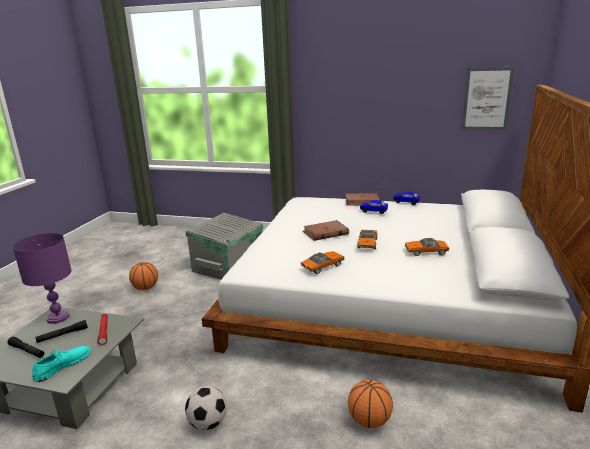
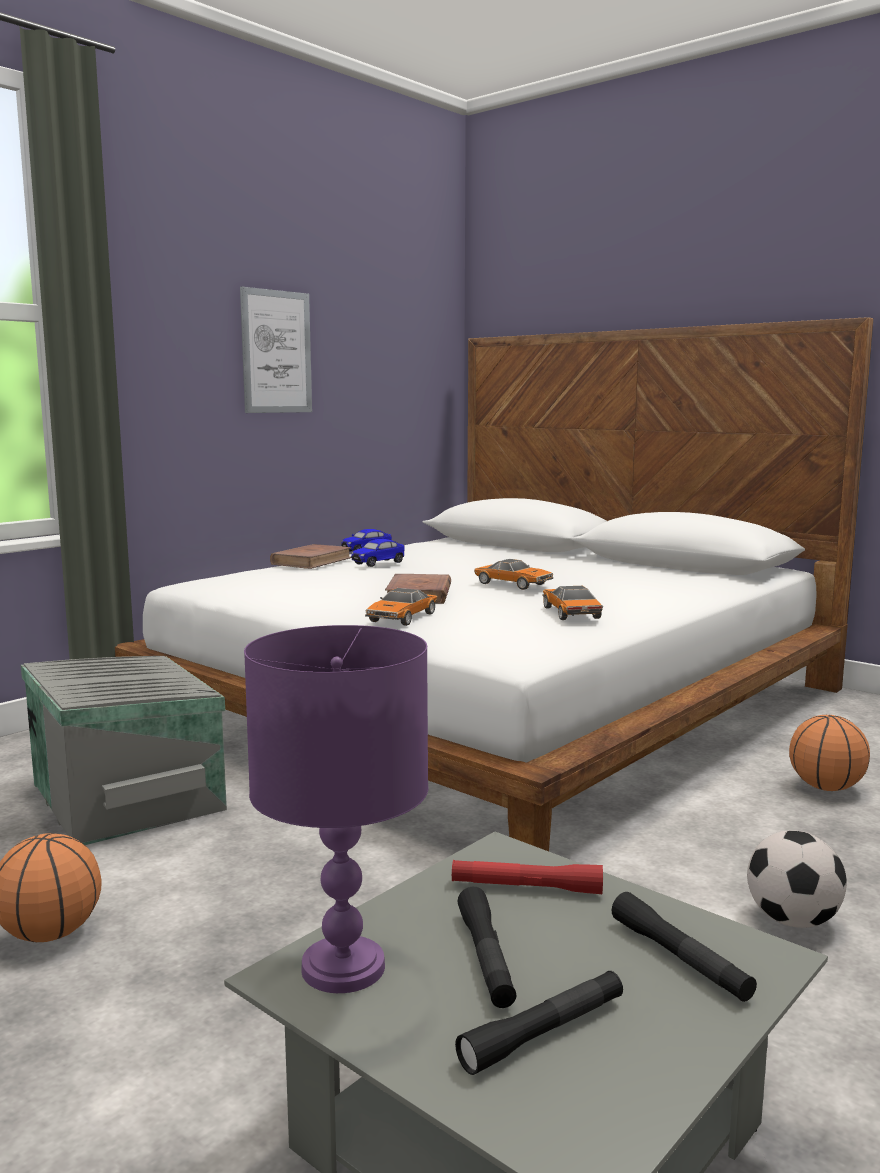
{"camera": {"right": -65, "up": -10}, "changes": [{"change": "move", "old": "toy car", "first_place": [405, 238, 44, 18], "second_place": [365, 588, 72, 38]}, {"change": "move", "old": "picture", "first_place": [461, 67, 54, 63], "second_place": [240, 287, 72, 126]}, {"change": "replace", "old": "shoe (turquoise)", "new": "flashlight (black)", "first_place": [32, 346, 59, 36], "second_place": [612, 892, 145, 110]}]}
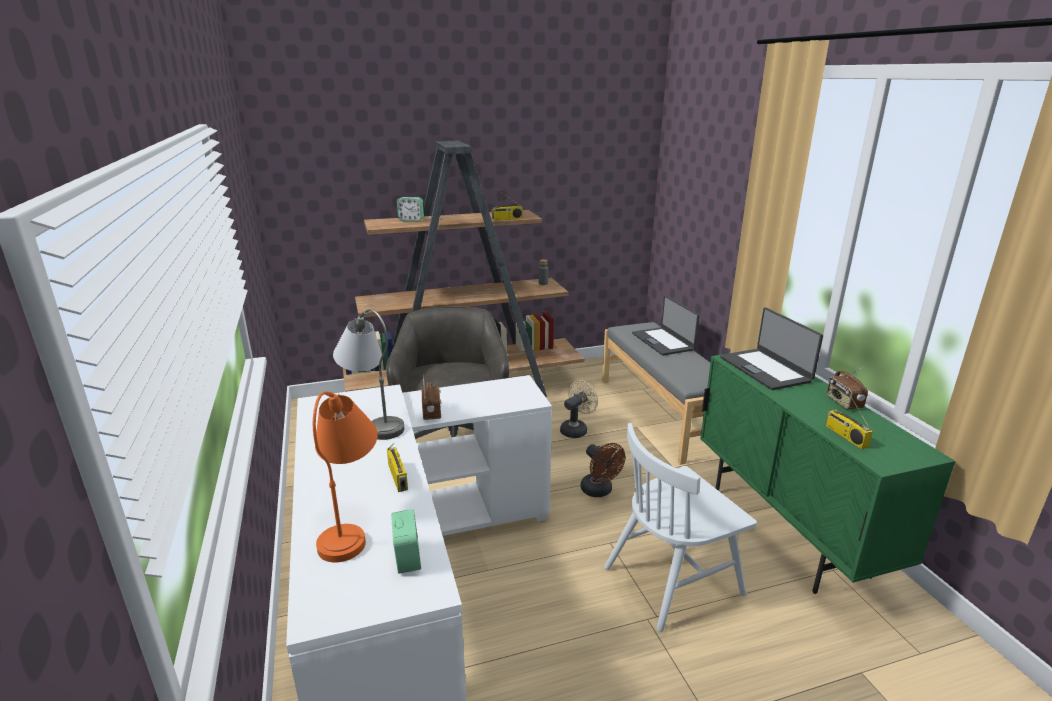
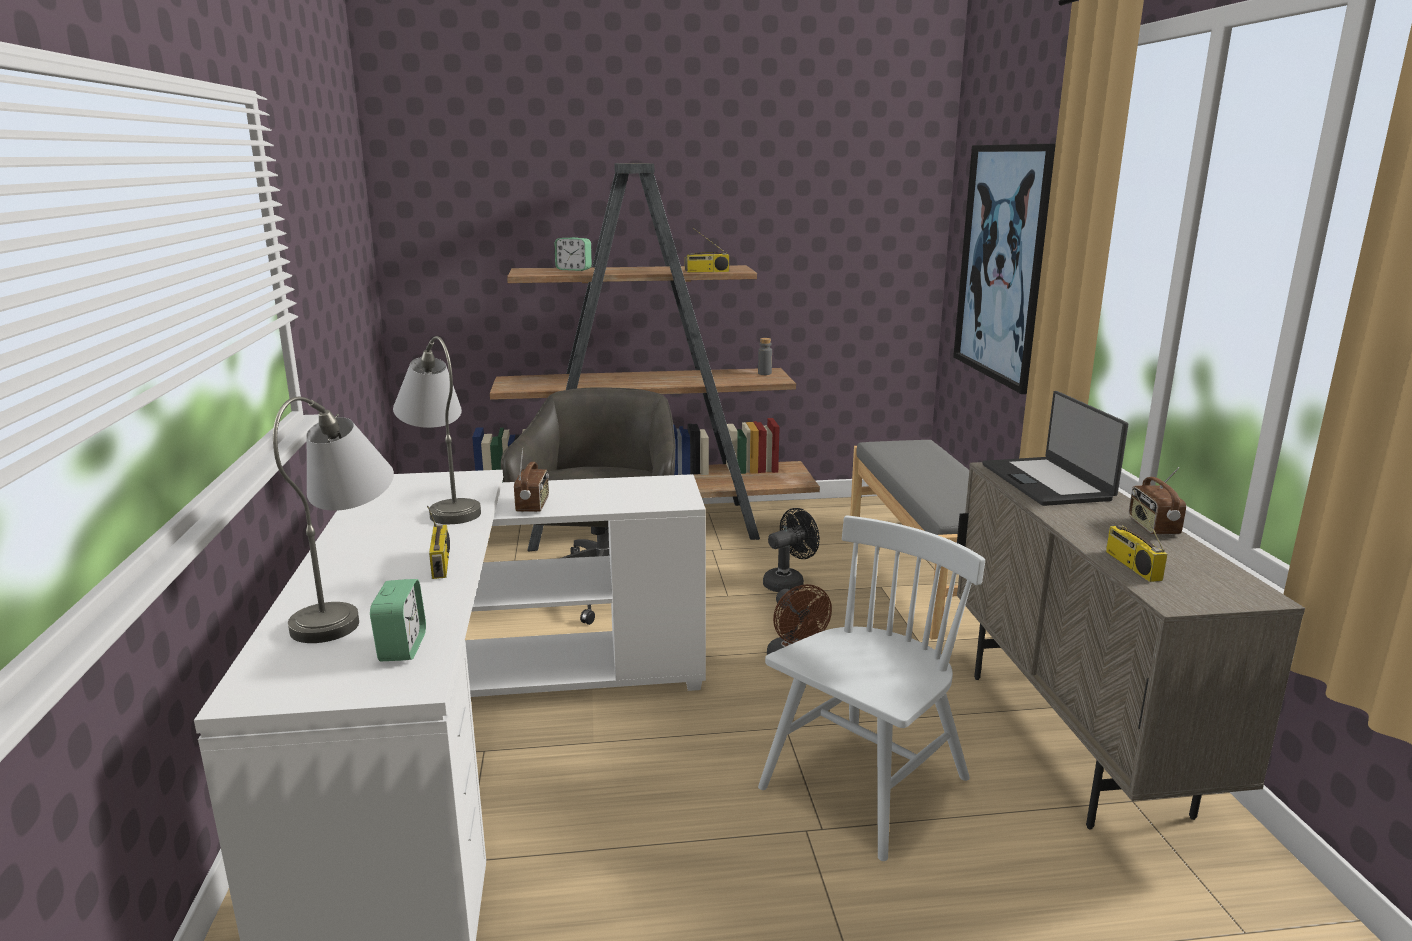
{"camera": {"right": 10, "up": -5}, "changes": [{"change": "delete", "old": "laptop", "first_place": [632, 296, 68, 60]}, {"change": "insert", "new": "picture", "second_place": [953, 144, 103, 250]}, {"change": "recolor", "old": "table lamp (orange)", "new": "table lamp (grey)", "first_place": [313, 391, 65, 171], "second_place": [273, 397, 121, 246]}, {"change": "recolor", "old": "fan (beige)", "new": "fan (black)", "first_place": [560, 380, 38, 58], "second_place": [763, 508, 57, 84]}, {"change": "recolor", "old": "cabinet (green)", "new": "cabinet (beige)", "first_place": [700, 354, 256, 240], "second_place": [957, 462, 348, 368]}, {"change": "rotate", "old": "chair (white)", "first_place": [604, 423, 153, 209], "second_place": [758, 516, 227, 345], "degrees": 150}]}
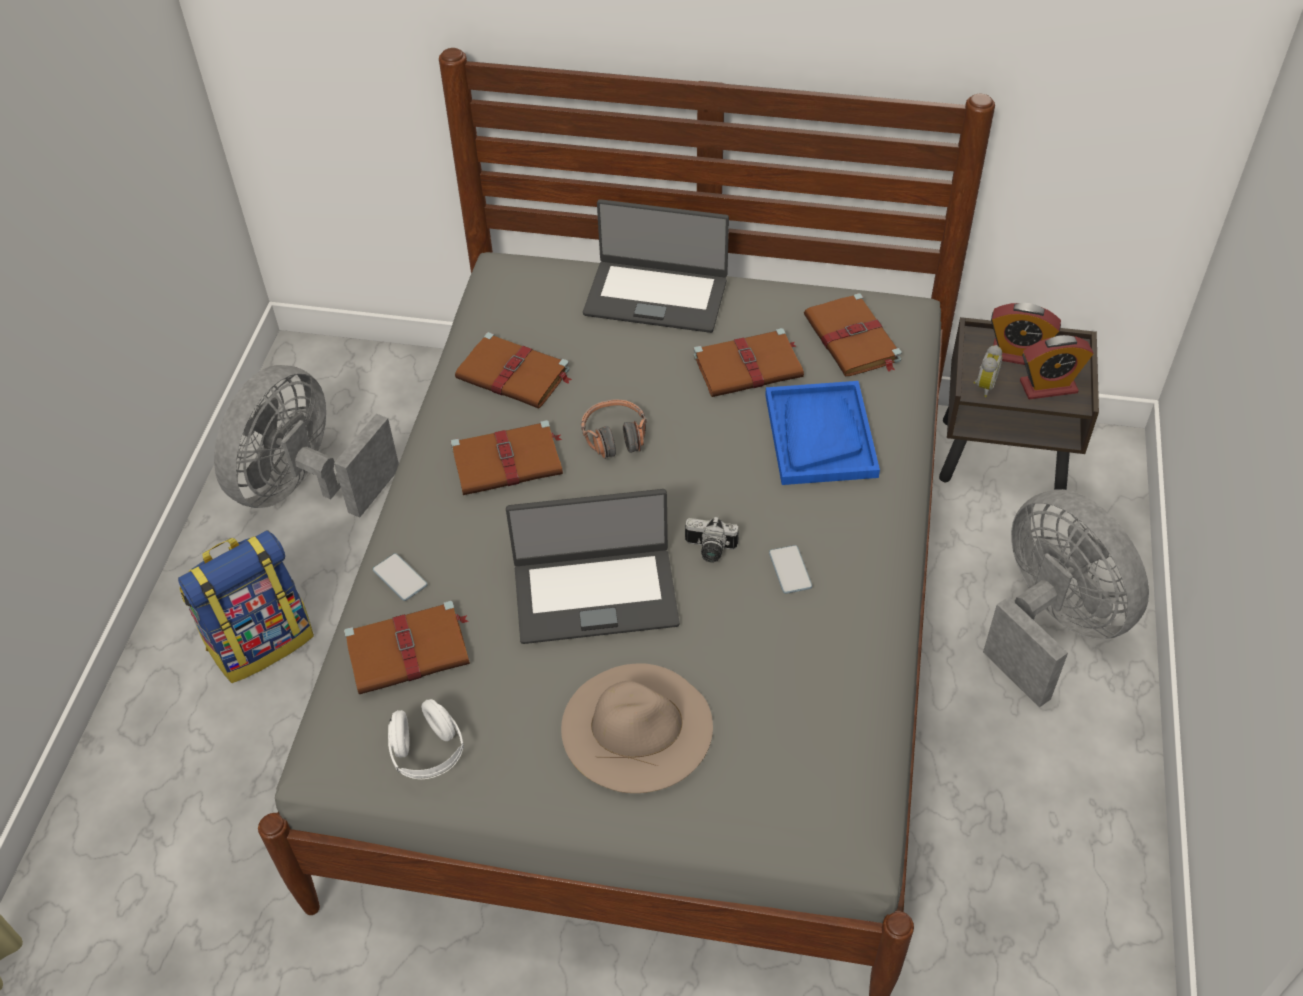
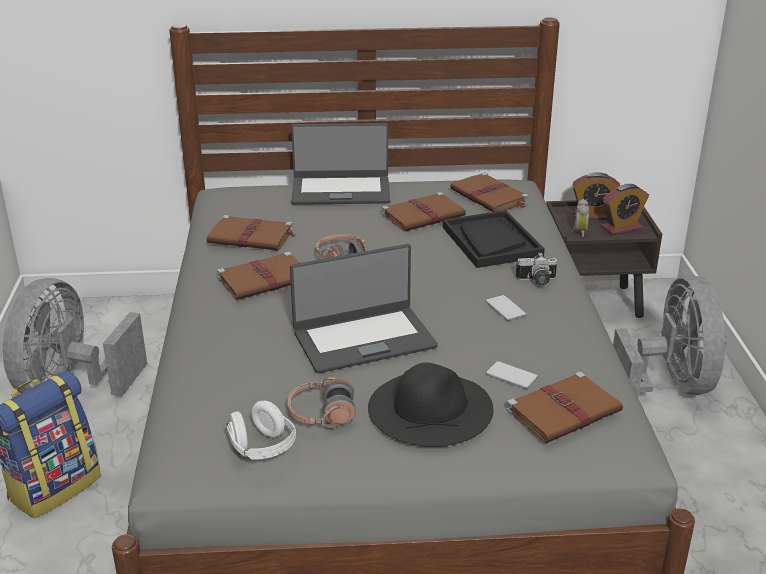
{"camera": {"right": -15, "up": -20}, "changes": [{"change": "insert", "new": "headphones", "second_place": [288, 377, 68, 51]}, {"change": "move", "old": "book (brown)", "first_place": [344, 601, 126, 93], "second_place": [506, 372, 117, 71]}, {"change": "move", "old": "phone", "first_place": [373, 553, 55, 48], "second_place": [486, 361, 52, 28]}, {"change": "move", "old": "photo camera", "first_place": [685, 516, 54, 47], "second_place": [516, 252, 41, 34]}, {"change": "recolor", "old": "hat (beige)", "new": "hat (black)", "first_place": [561, 663, 152, 130], "second_place": [368, 363, 126, 84]}, {"change": "recolor", "old": "tray (blue)", "new": "tray (black)", "first_place": [765, 381, 115, 104], "second_place": [443, 210, 102, 58]}, {"change": "rotate", "old": "fan (grey)", "first_place": [983, 489, 166, 219], "second_place": [613, 275, 114, 122], "degrees": 45}]}
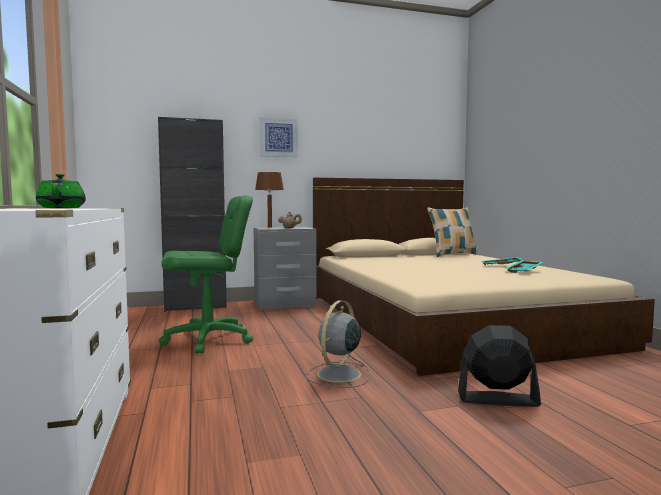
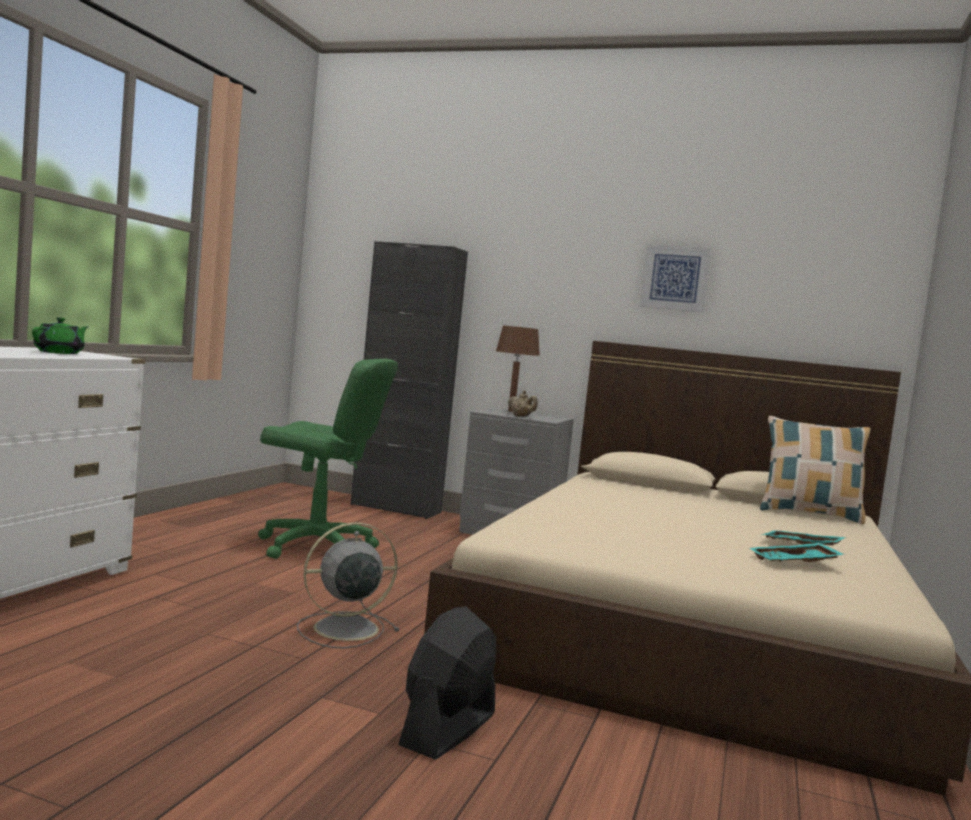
{"camera": {"right": 35, "up": 0}, "changes": [{"change": "move", "old": "picture", "first_place": [260, 117, 38, 40], "second_place": [640, 244, 71, 68]}, {"change": "rotate", "old": "fan (black)", "first_place": [458, 325, 83, 82], "second_place": [398, 606, 98, 153], "degrees": -105}]}
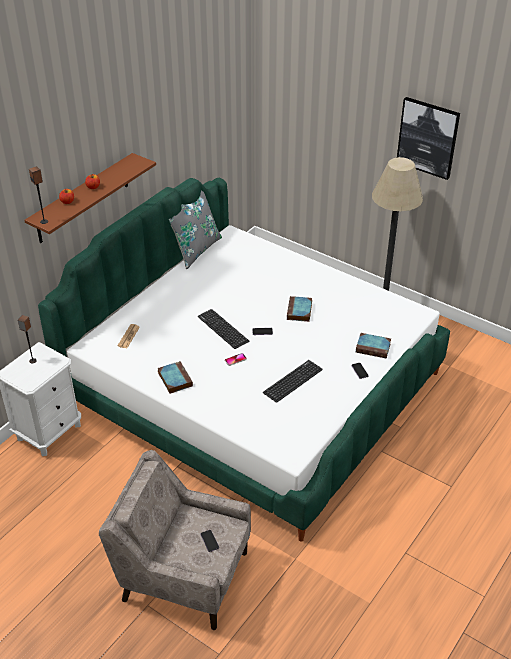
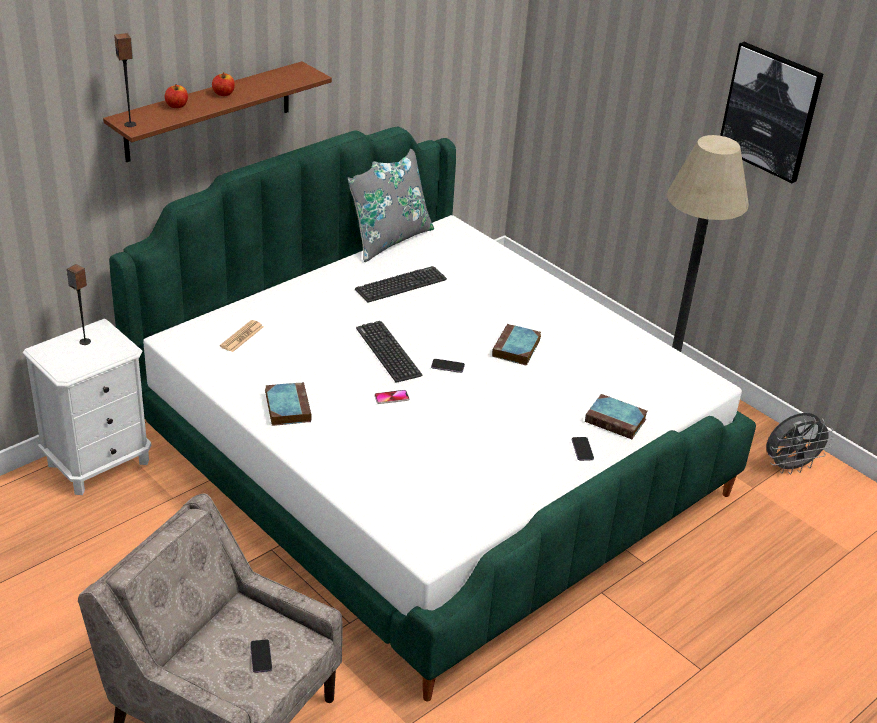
{"camera": {"right": 10, "up": -5}, "changes": [{"change": "insert", "new": "fan (grey)", "second_place": [766, 413, 68, 62]}, {"change": "move", "old": "keyboard", "first_place": [263, 360, 60, 43], "second_place": [355, 266, 92, 37]}]}
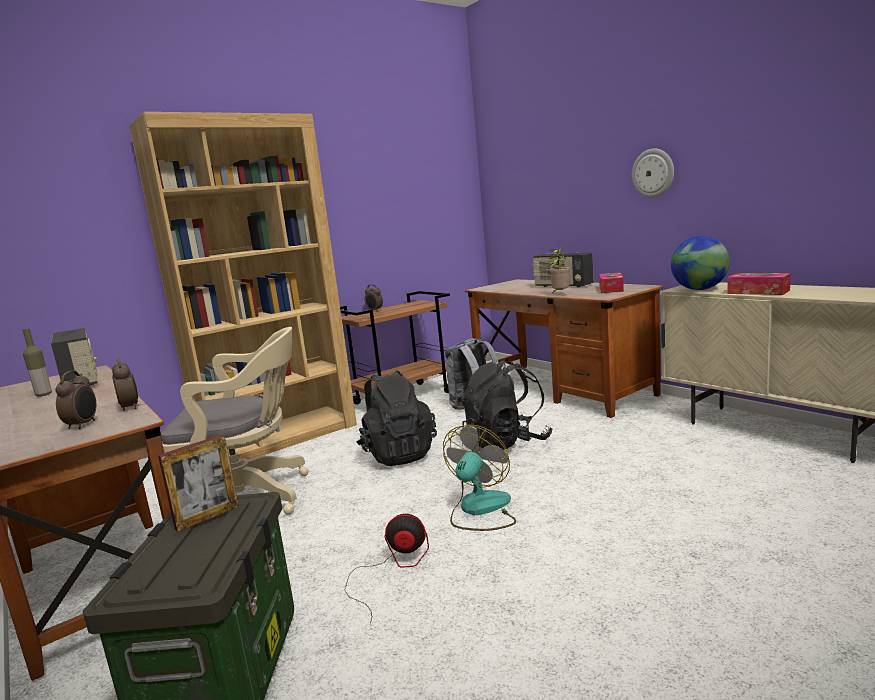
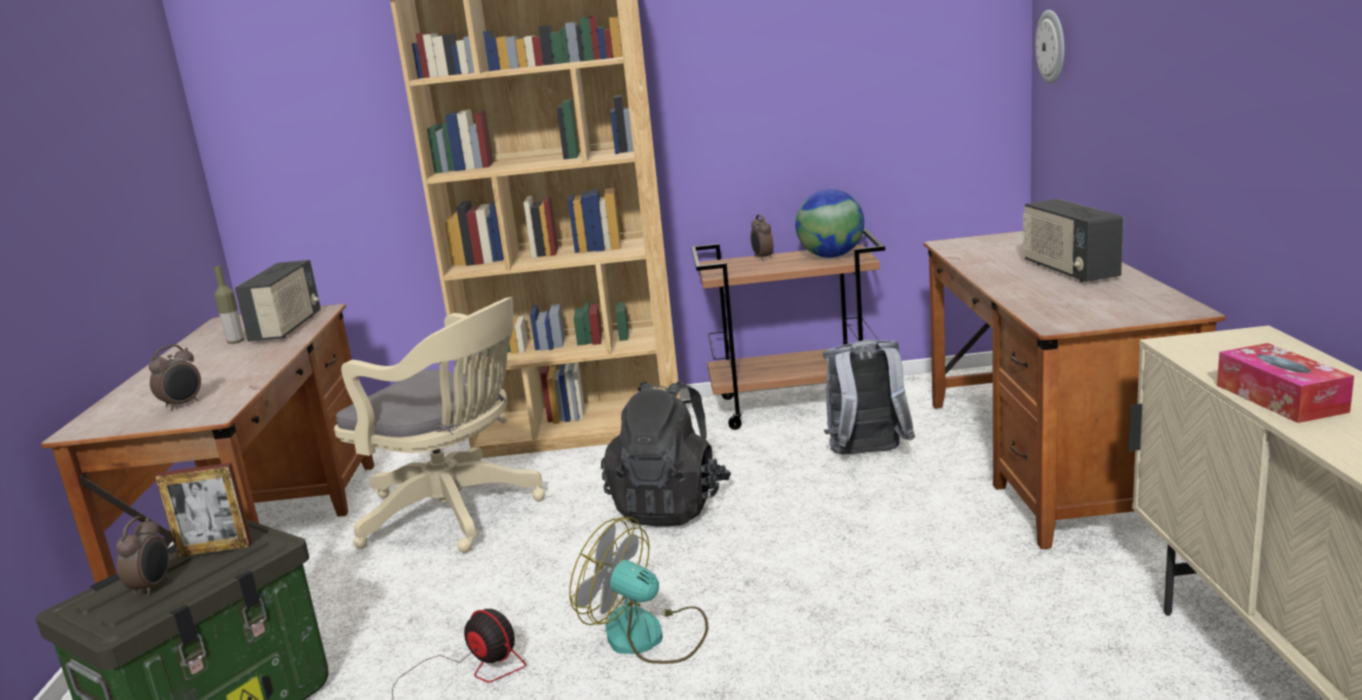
{"camera": {"right": 35, "up": 5}, "changes": [{"change": "delete", "old": "backpack (black)", "first_place": [461, 359, 91, 91]}, {"change": "delete", "old": "potted plant", "first_place": [549, 248, 21, 44]}, {"change": "delete", "old": "tissue box", "first_place": [599, 273, 25, 20]}, {"change": "move", "old": "alarm clock", "first_place": [112, 357, 26, 54], "second_place": [116, 516, 53, 80]}, {"change": "move", "old": "wall clock", "first_place": [632, 148, 42, 50], "second_place": [1035, 10, 30, 74]}, {"change": "move", "old": "globe", "first_place": [671, 236, 59, 54], "second_place": [795, 189, 69, 69]}, {"change": "rotate", "old": "fan", "first_place": [443, 425, 73, 106], "second_place": [569, 517, 139, 147], "degrees": -120}]}
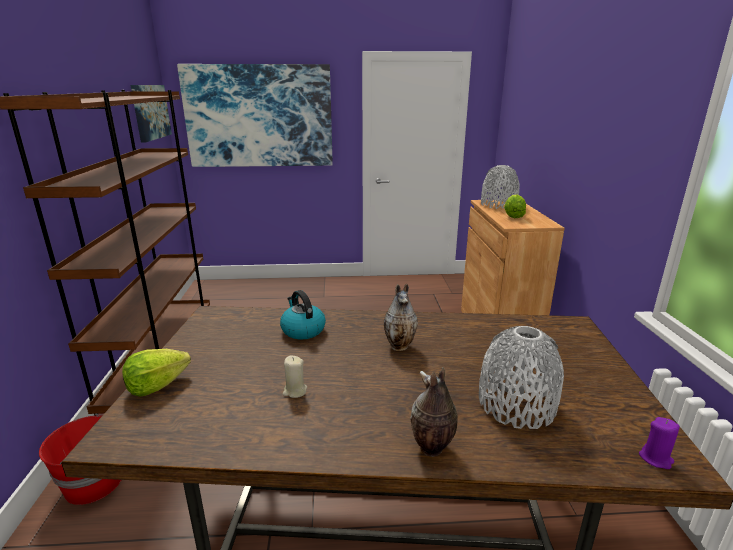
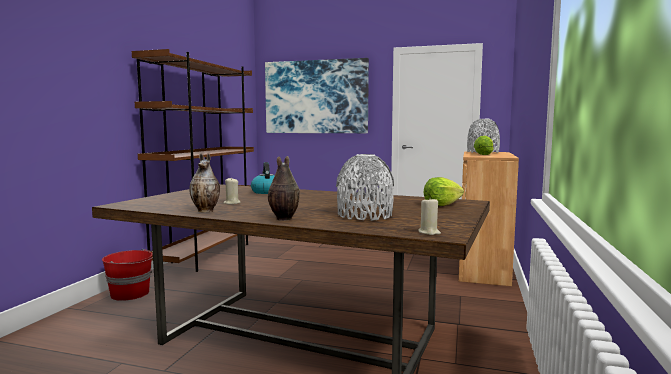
{"camera": {"right": 20, "up": -15}, "changes": [{"change": "delete", "old": "picture", "first_place": [130, 85, 42, 58]}, {"change": "move", "old": "lettuce", "first_place": [122, 349, 69, 48], "second_place": [423, 177, 41, 29]}, {"change": "move", "old": "vase", "first_place": [384, 284, 34, 67], "second_place": [189, 153, 31, 59]}, {"change": "recolor", "old": "candle (purple)", "new": "candle (beige)", "first_place": [639, 417, 41, 52], "second_place": [419, 199, 22, 36]}]}
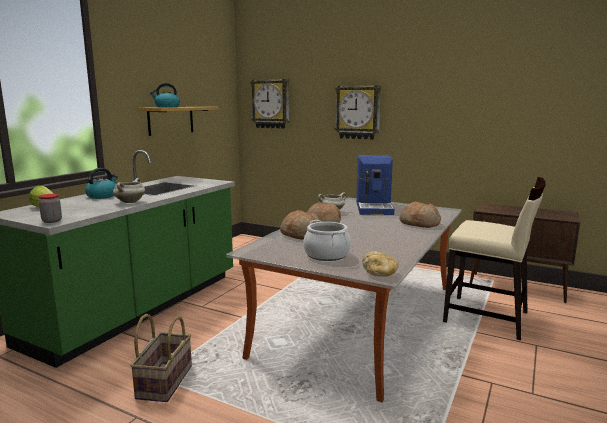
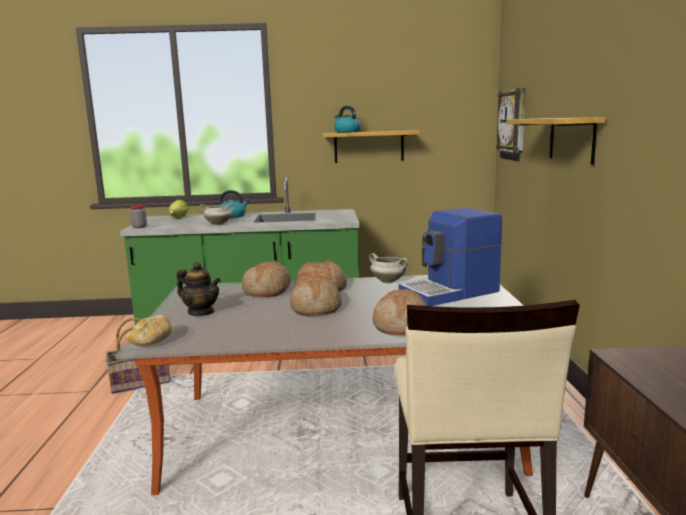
{"camera": {"right": 60, "up": 0}, "changes": [{"change": "insert", "new": "bread", "second_place": [290, 275, 52, 41]}, {"change": "replace", "old": "cooking pot", "new": "teapot", "first_place": [303, 220, 48, 41], "second_place": [177, 262, 44, 54]}, {"change": "replace", "old": "wall clock", "new": "shelf", "first_place": [335, 85, 46, 55], "second_place": [506, 117, 100, 48]}]}
